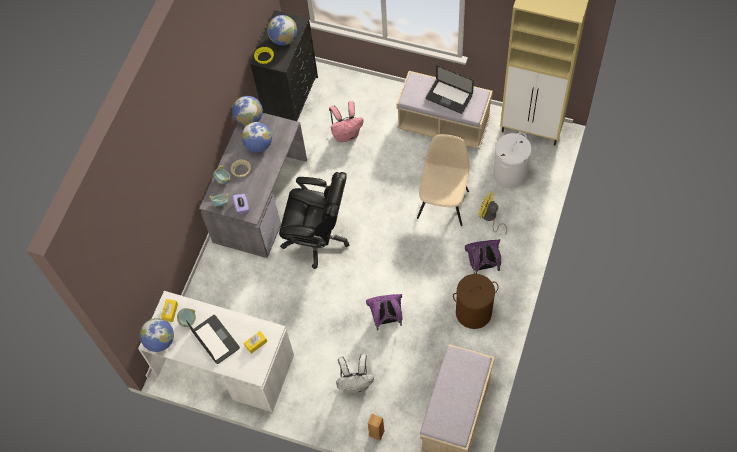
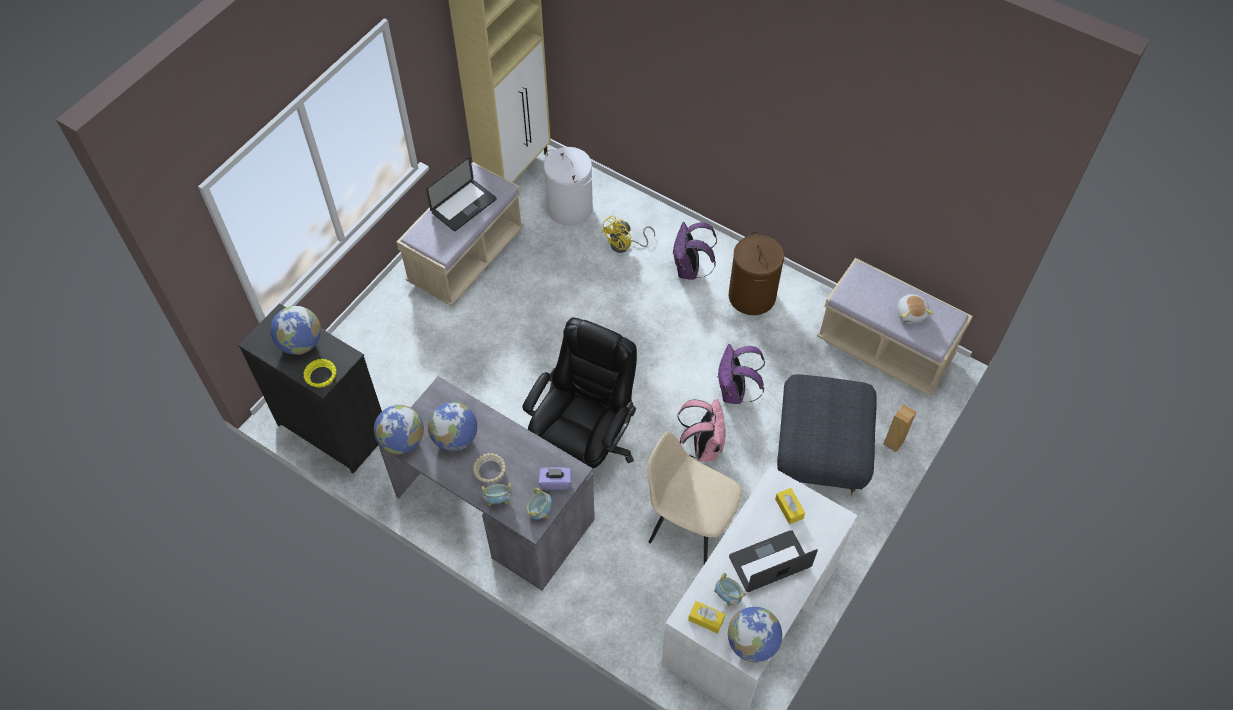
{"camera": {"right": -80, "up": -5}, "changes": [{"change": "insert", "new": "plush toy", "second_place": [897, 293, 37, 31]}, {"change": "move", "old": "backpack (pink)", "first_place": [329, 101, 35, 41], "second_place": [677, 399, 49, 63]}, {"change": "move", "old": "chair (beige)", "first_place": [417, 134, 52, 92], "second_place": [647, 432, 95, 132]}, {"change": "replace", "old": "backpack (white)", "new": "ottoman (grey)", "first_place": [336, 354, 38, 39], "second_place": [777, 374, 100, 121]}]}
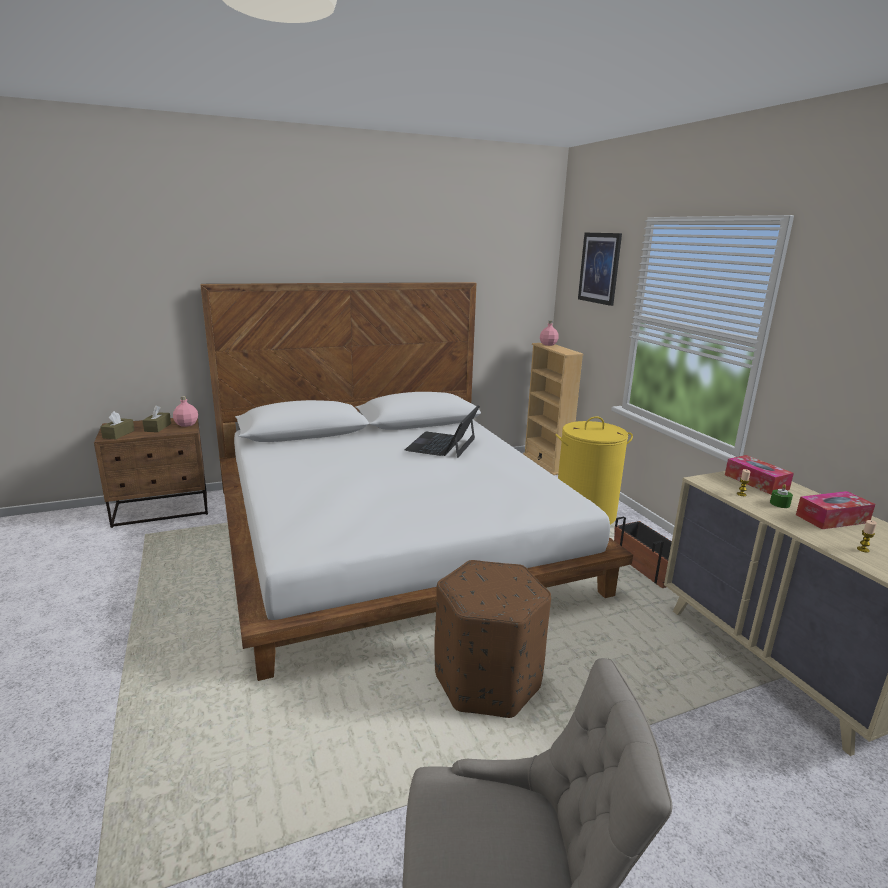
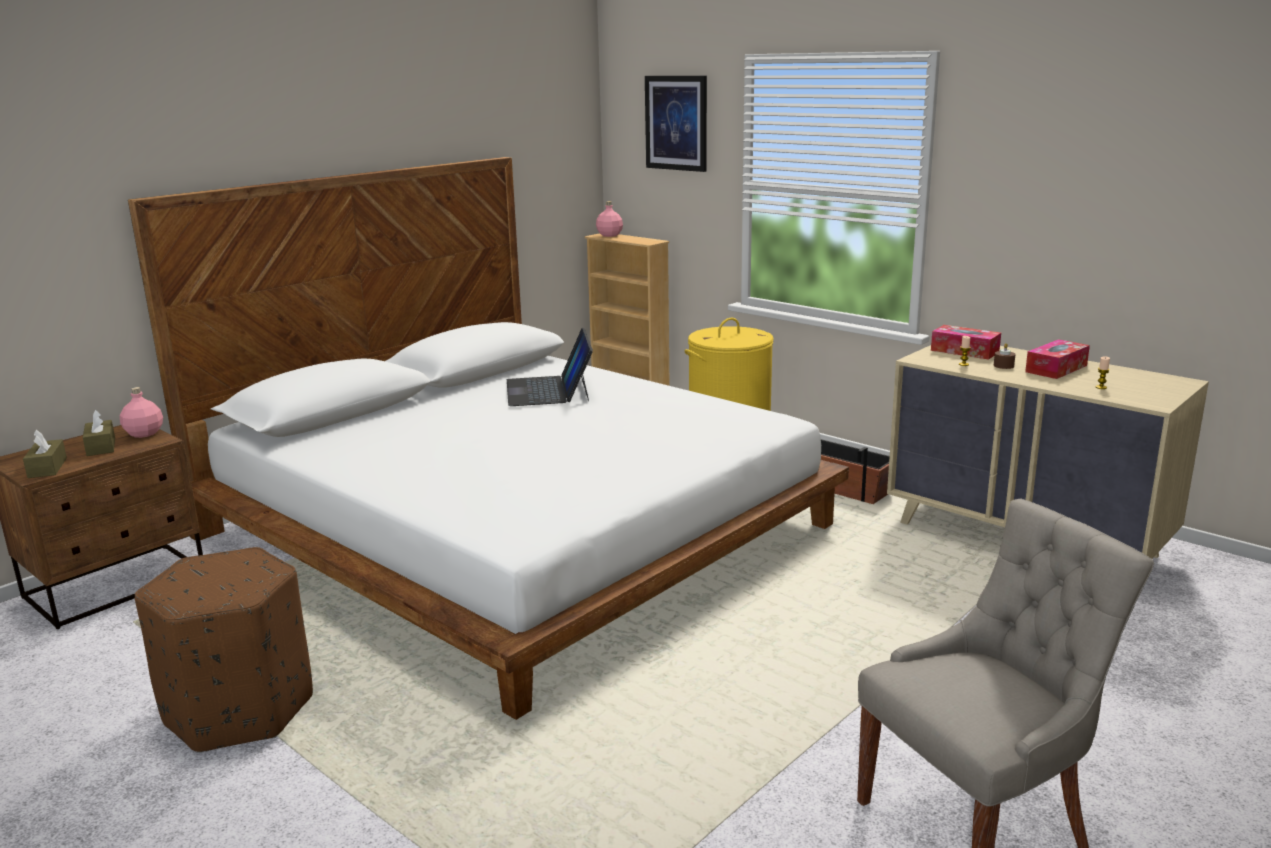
{"camera": {"right": -25, "up": 0}, "changes": [{"change": "move", "old": "ottoman (brown)", "first_place": [434, 560, 117, 158], "second_place": [135, 547, 178, 206]}, {"change": "recolor", "old": "candle (green)", "new": "candle (brown)", "first_place": [770, 484, 23, 24], "second_place": [994, 343, 21, 26]}]}
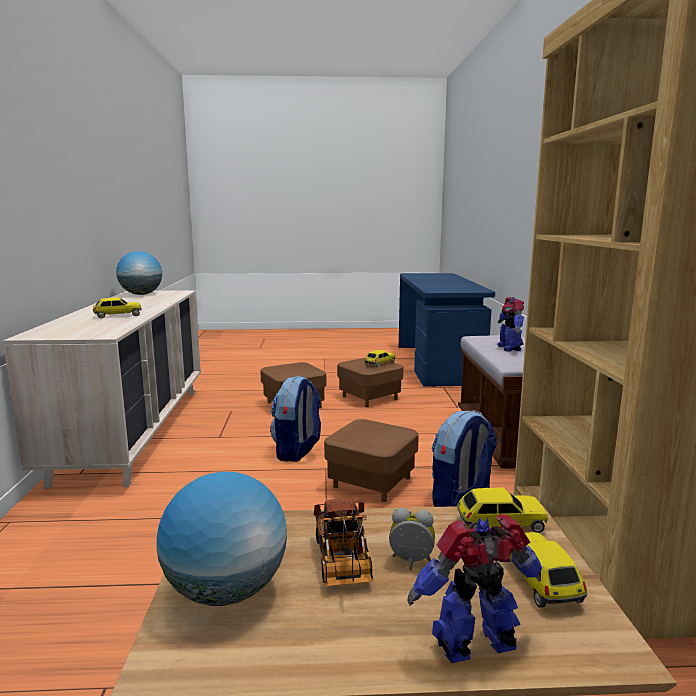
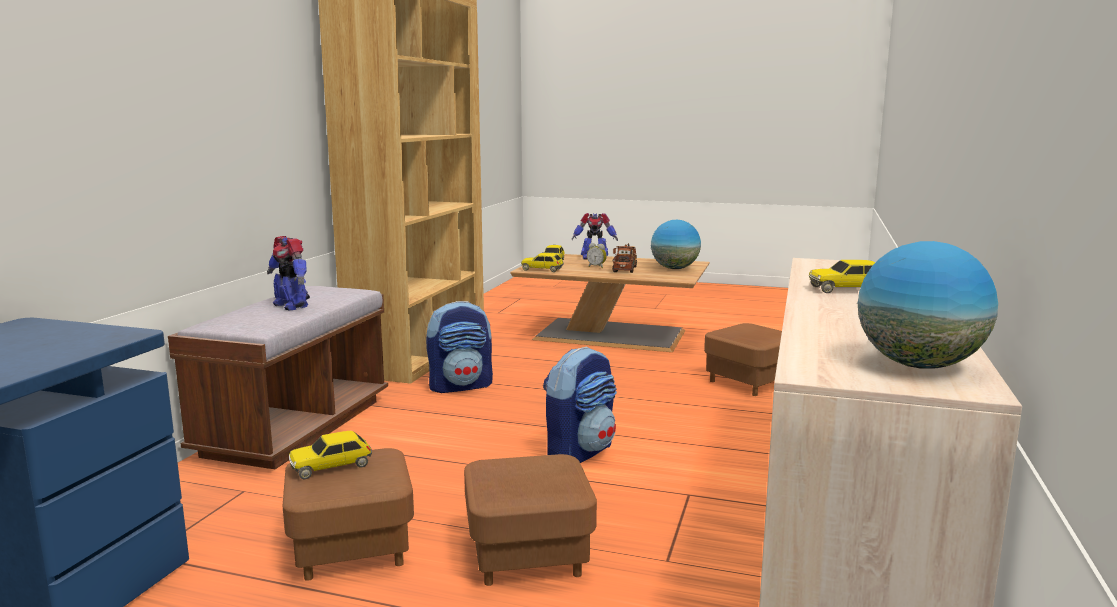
{"camera": {"right": -160, "up": 0}, "changes": [{"change": "move", "old": "ottoman (brown)", "first_place": [324, 419, 95, 83], "second_place": [704, 323, 78, 73]}, {"change": "rotate", "old": "toy robot", "first_place": [498, 297, 26, 55], "second_place": [267, 236, 43, 74], "degrees": 120}]}
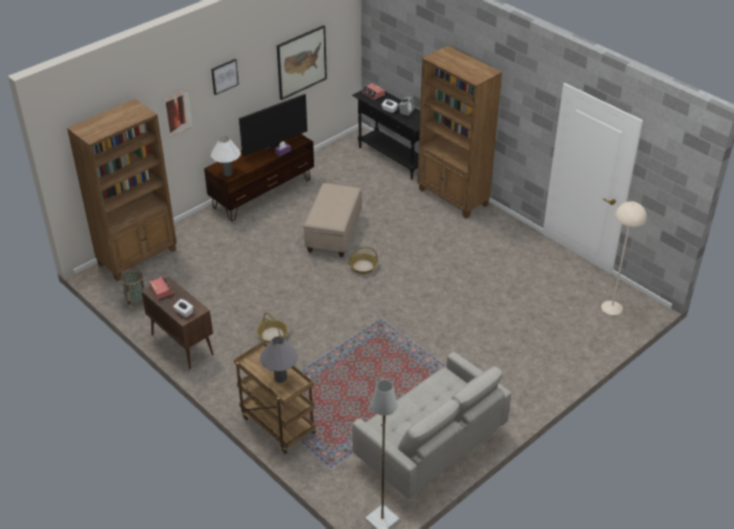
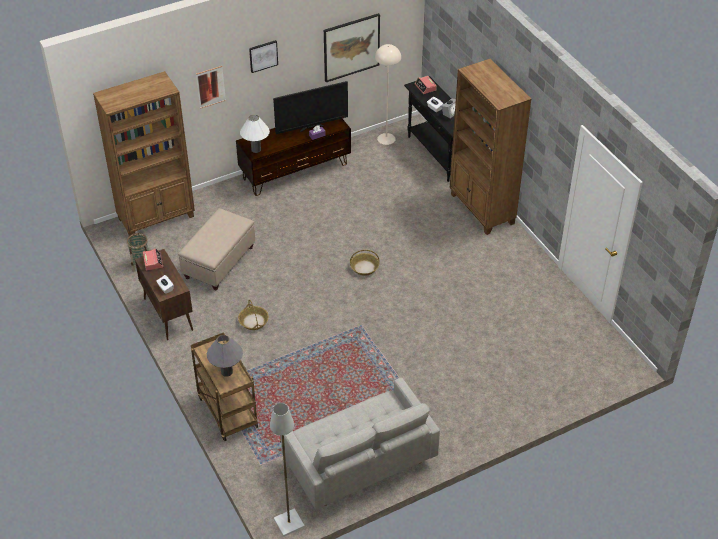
{"camera": {"right": 15, "up": 5}, "changes": [{"change": "move", "old": "ottoman (beige)", "first_place": [304, 183, 57, 74], "second_place": [178, 208, 77, 82]}, {"change": "move", "old": "floor lamp (beige)", "first_place": [601, 201, 46, 114], "second_place": [375, 44, 26, 101]}]}
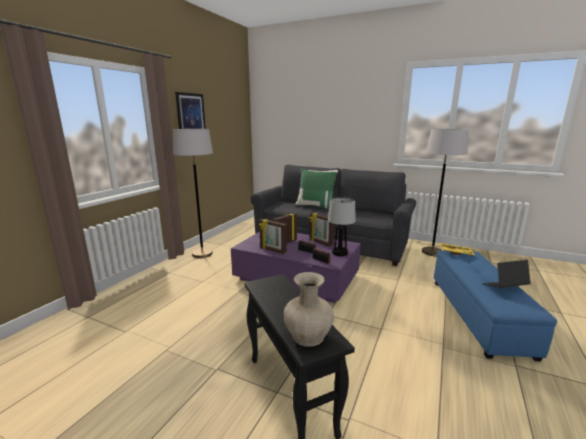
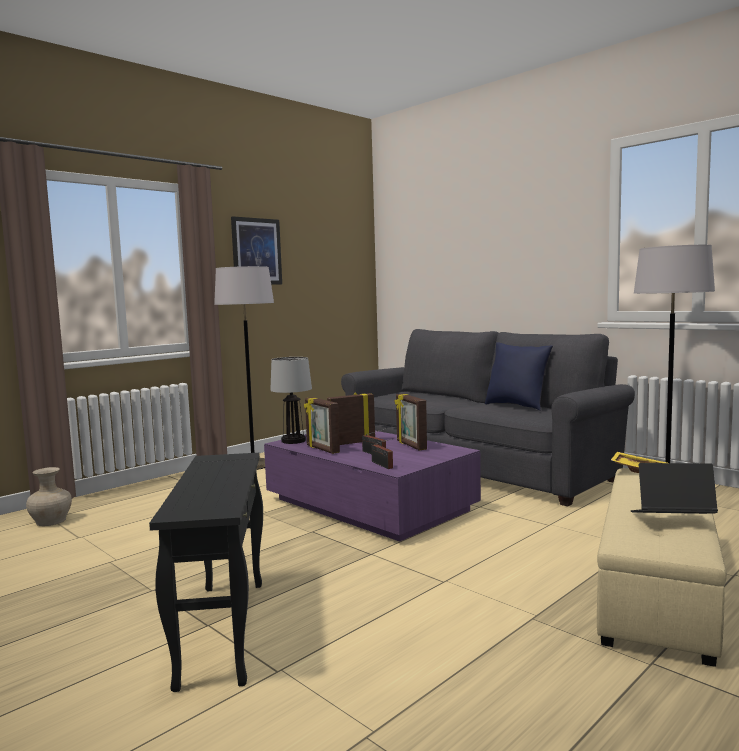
{"camera": {"right": 20, "up": -10}, "changes": [{"change": "delete", "old": "pillow (green)", "first_place": [295, 168, 43, 41]}, {"change": "insert", "new": "pillow (blue)", "second_place": [485, 342, 68, 69]}, {"change": "move", "old": "vase (beige)", "first_place": [284, 272, 50, 75], "second_place": [26, 467, 46, 59]}, {"change": "move", "old": "table lamp", "first_place": [328, 197, 28, 59], "second_place": [270, 357, 42, 87]}, {"change": "recolor", "old": "ottoman (blue)", "new": "ottoman (beige)", "first_place": [434, 251, 123, 110], "second_place": [597, 468, 130, 199]}]}
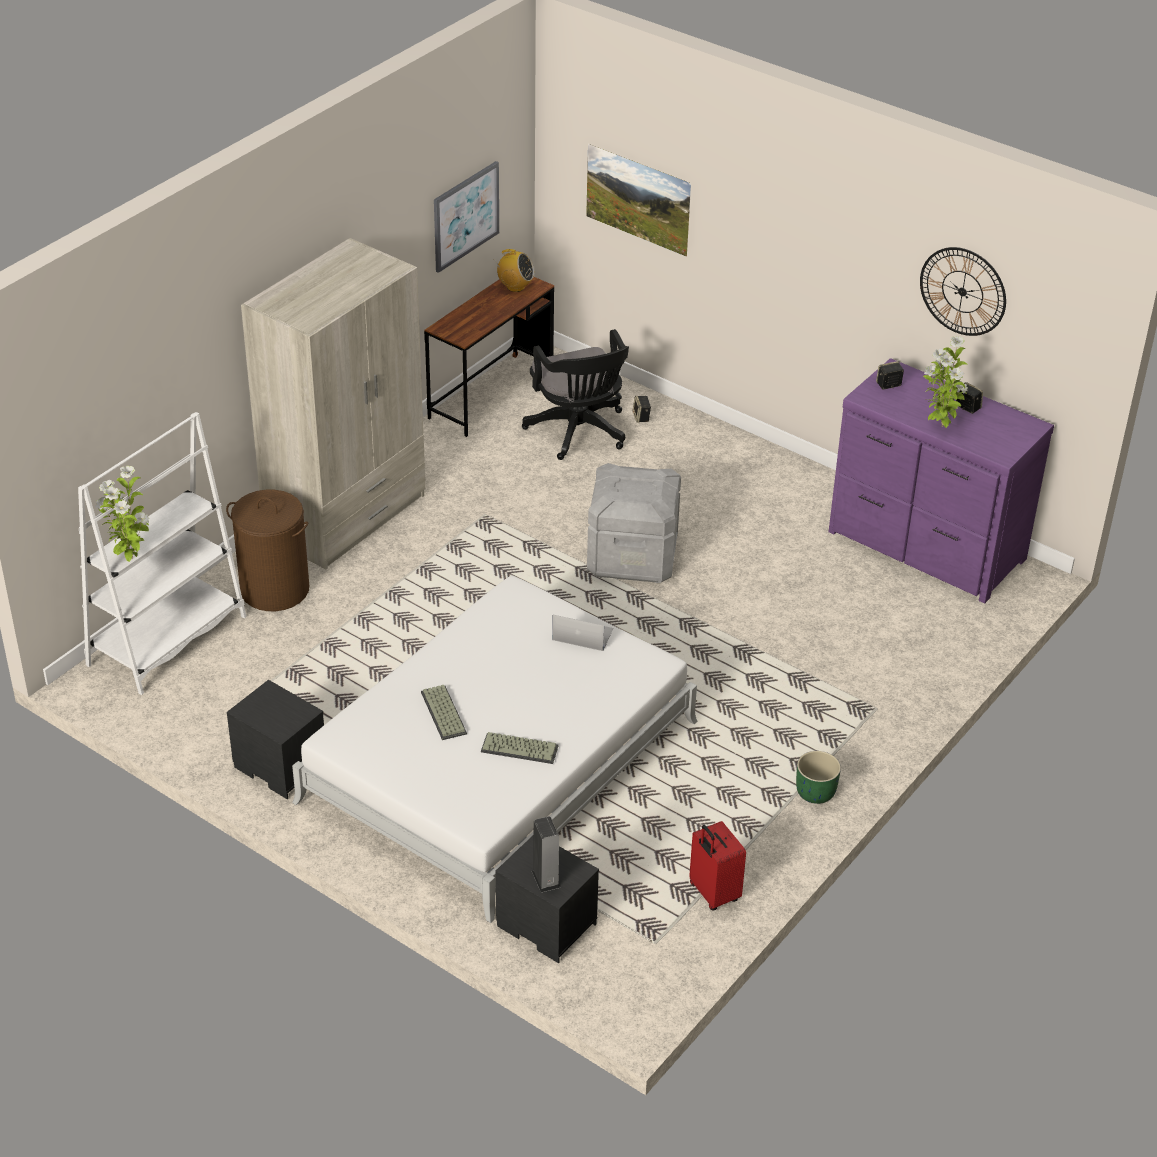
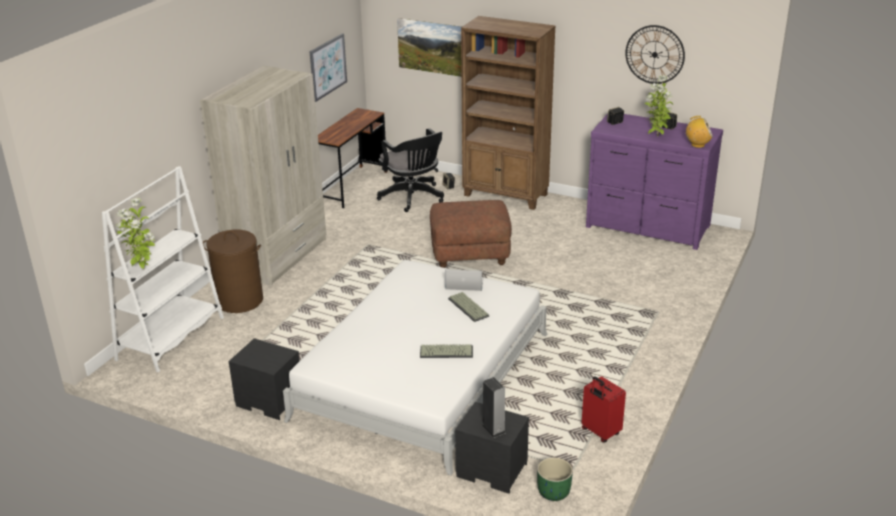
{"camera": {"right": -10, "up": -10}, "changes": [{"change": "insert", "new": "bookcase (brown)", "second_place": [461, 16, 95, 194]}, {"change": "move", "old": "keyboard", "first_place": [421, 685, 46, 55], "second_place": [448, 292, 41, 30]}, {"change": "move", "old": "radio", "first_place": [495, 249, 39, 43], "second_place": [686, 116, 27, 32]}, {"change": "move", "old": "planter (green)", "first_place": [796, 751, 45, 53], "second_place": [537, 457, 36, 44]}, {"change": "replace", "old": "storage box (grey)", "new": "ottoman (brown)", "first_place": [587, 463, 94, 120], "second_place": [430, 200, 82, 68]}]}
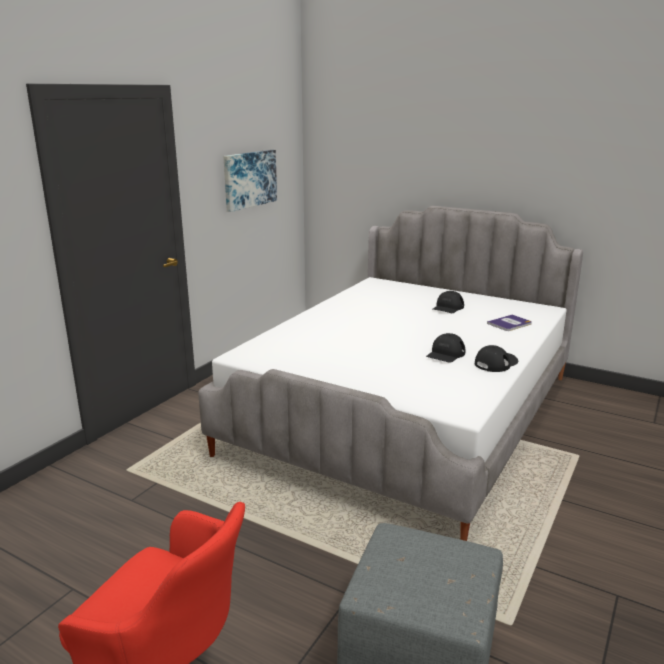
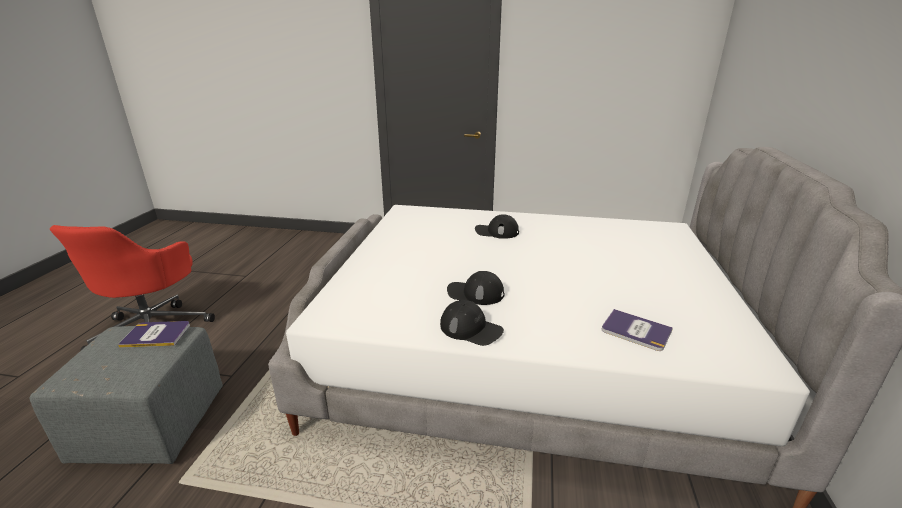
{"camera": {"right": 70, "up": 5}, "changes": [{"change": "delete", "old": "picture", "first_place": [223, 150, 54, 62]}, {"change": "insert", "new": "book", "second_place": [118, 321, 72, 27]}, {"change": "move", "old": "cap (black)", "first_place": [432, 291, 32, 22], "second_place": [475, 214, 44, 25]}]}
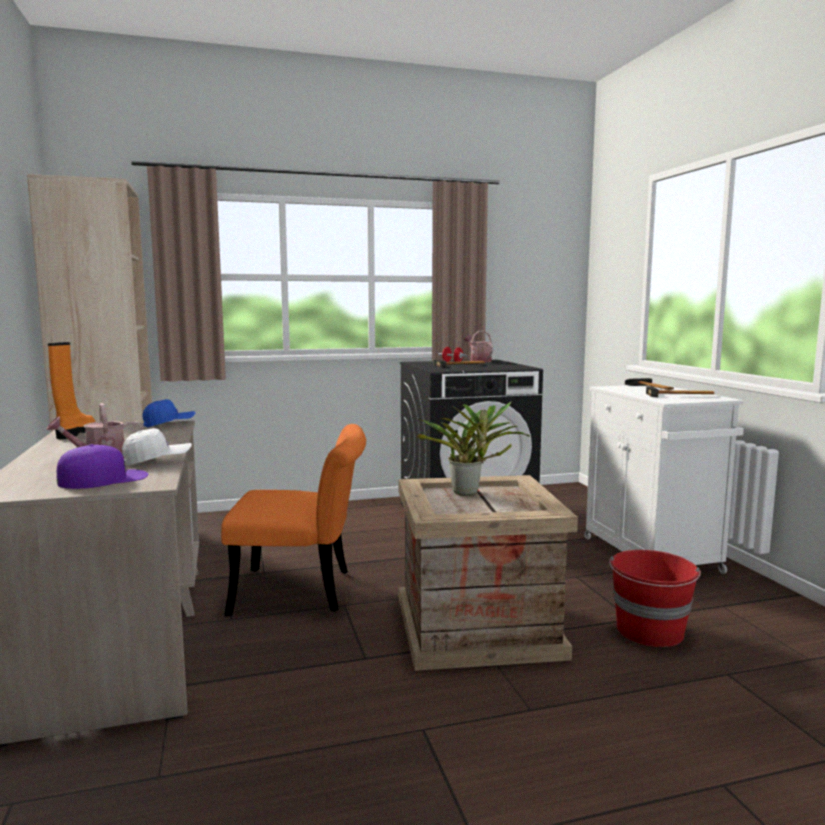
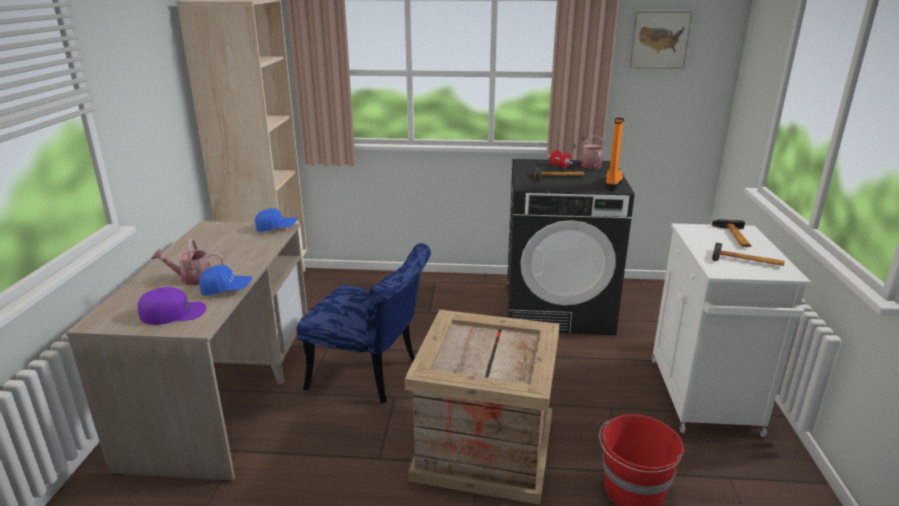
{"camera": {"right": 20, "up": 15}, "changes": [{"change": "delete", "old": "potted plant", "first_place": [416, 401, 114, 95]}, {"change": "insert", "new": "picture", "second_place": [629, 10, 64, 59]}, {"change": "move", "old": "boot (orange)", "first_place": [48, 342, 47, 97], "second_place": [605, 118, 19, 73]}, {"change": "recolor", "old": "cap (white)", "new": "cap (blue)", "first_place": [122, 428, 70, 38], "second_place": [199, 265, 53, 31]}, {"change": "recolor", "old": "chair (orange)", "new": "chair (blue)", "first_place": [221, 424, 145, 192], "second_place": [297, 243, 134, 161]}]}
